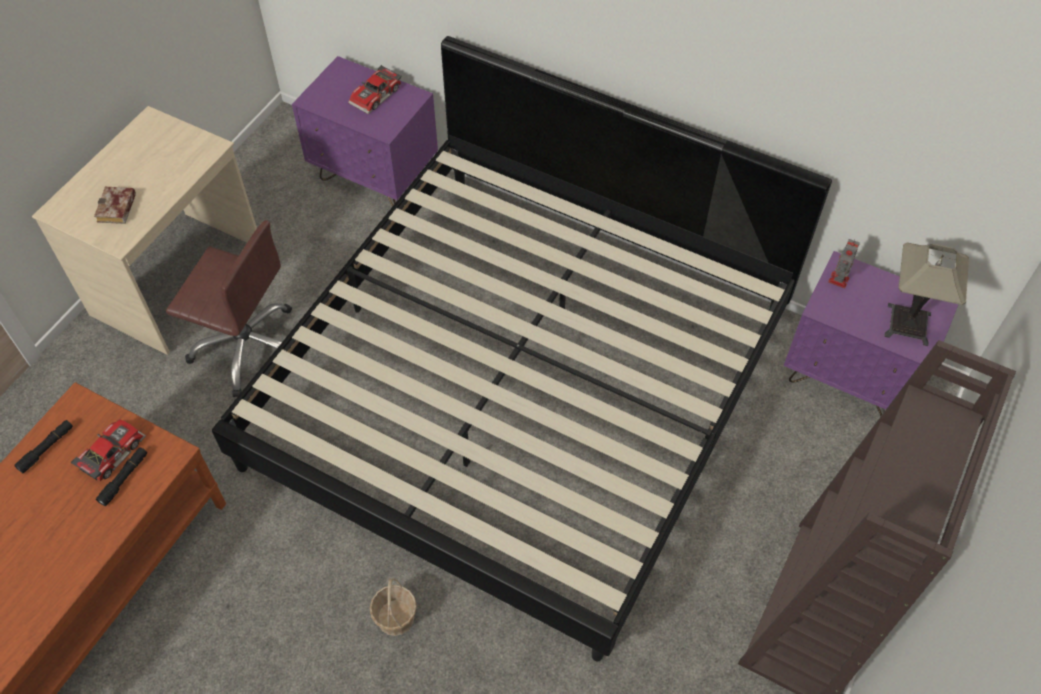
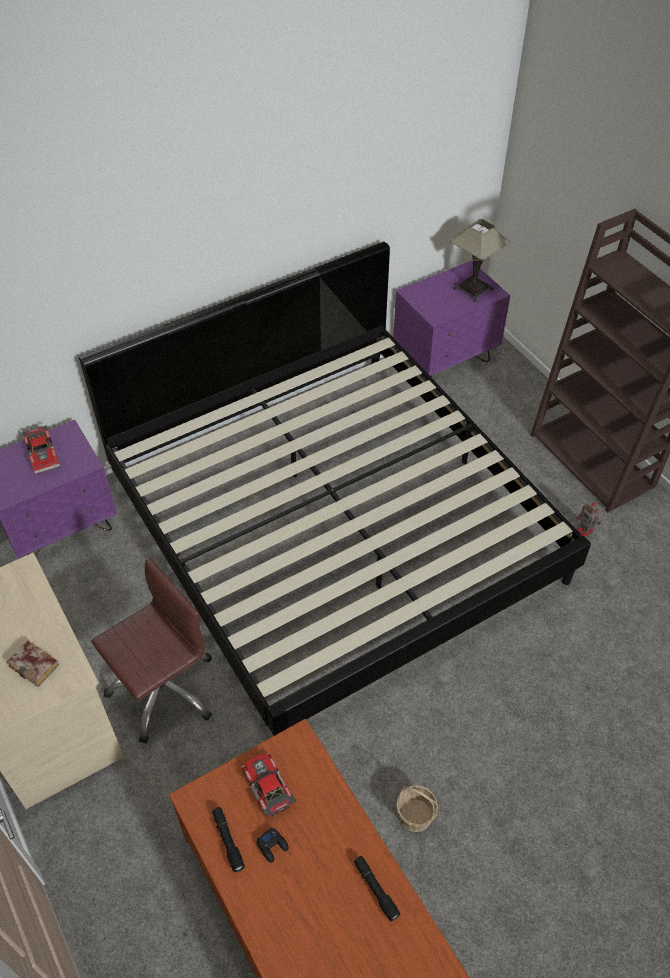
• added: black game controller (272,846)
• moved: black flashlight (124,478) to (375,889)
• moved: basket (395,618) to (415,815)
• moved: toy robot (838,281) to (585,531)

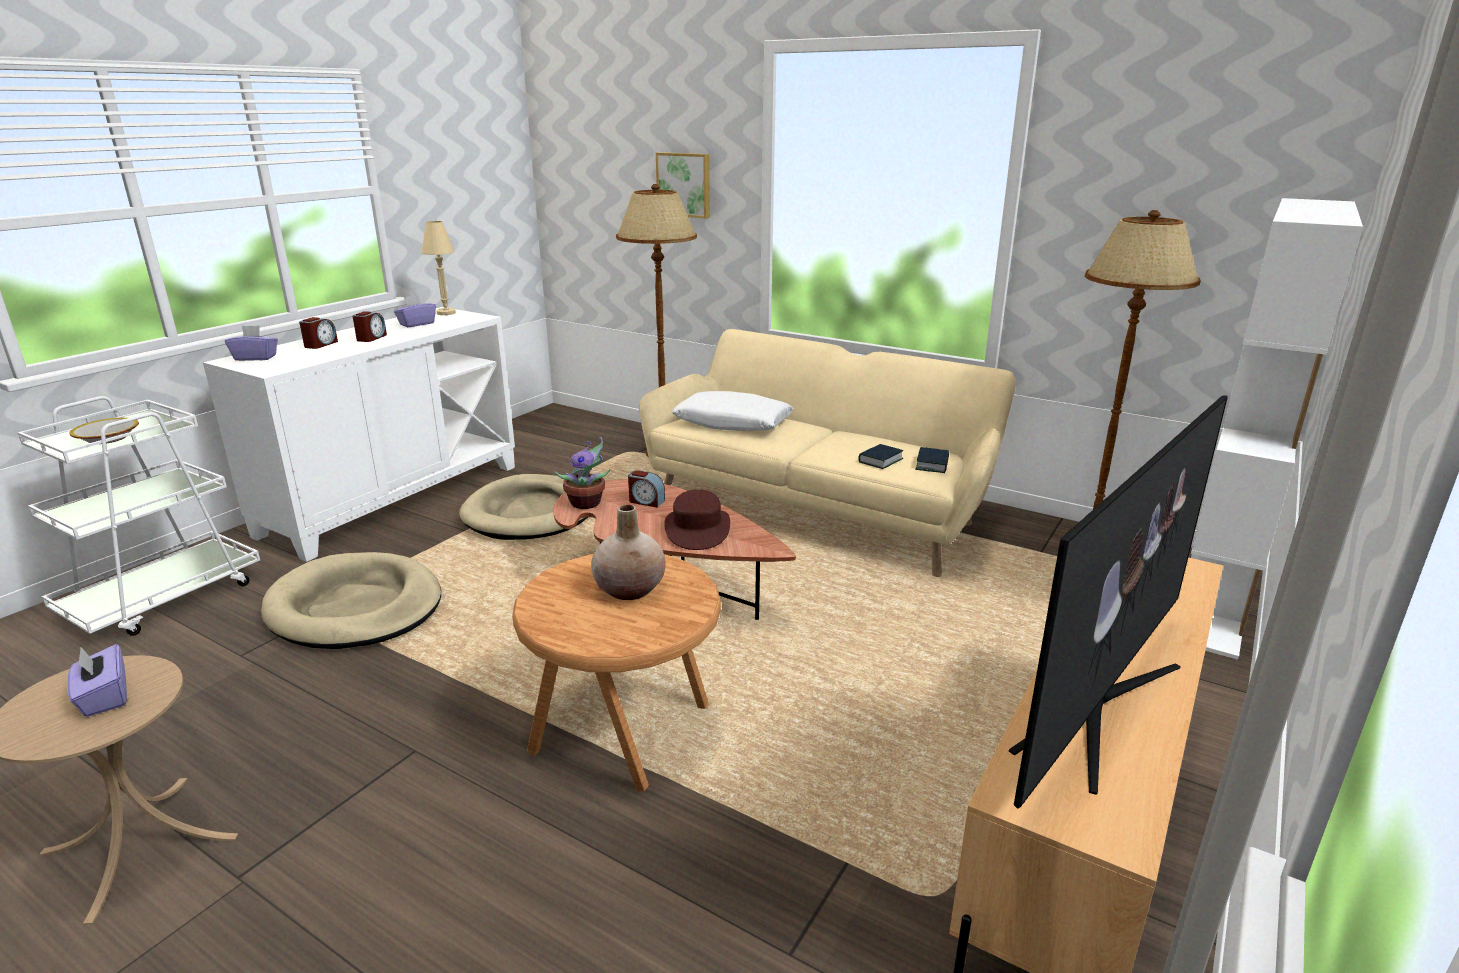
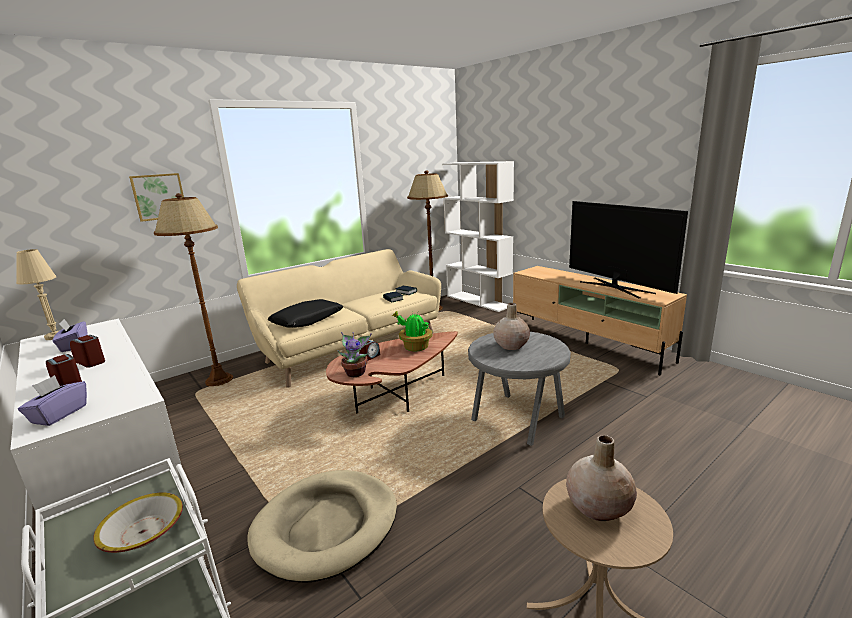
• recoloured: white pillow (732,423) to black pillow (307,320)
• replaced: brown hat (697,529) to potted plant (415,347)
• recoloured: brown side table (625,728) to grey side table (516,418)
• replaced: purple tissue box (104,698) to beige vase (599,507)
• removed: beige dog bed (532,513)

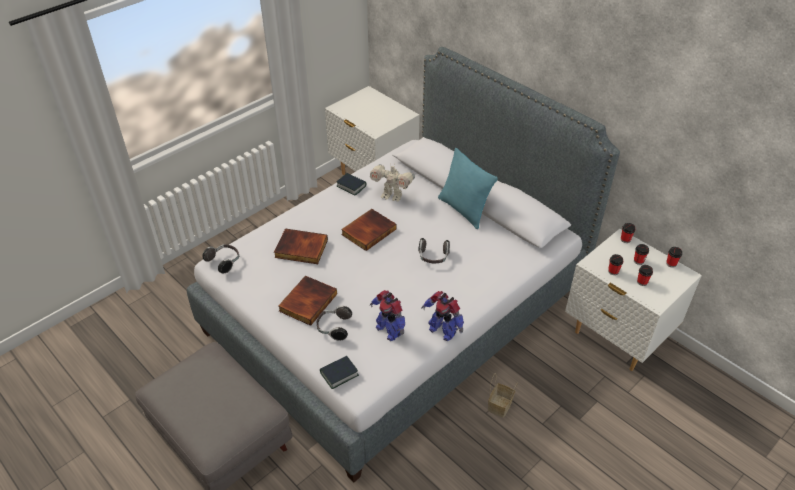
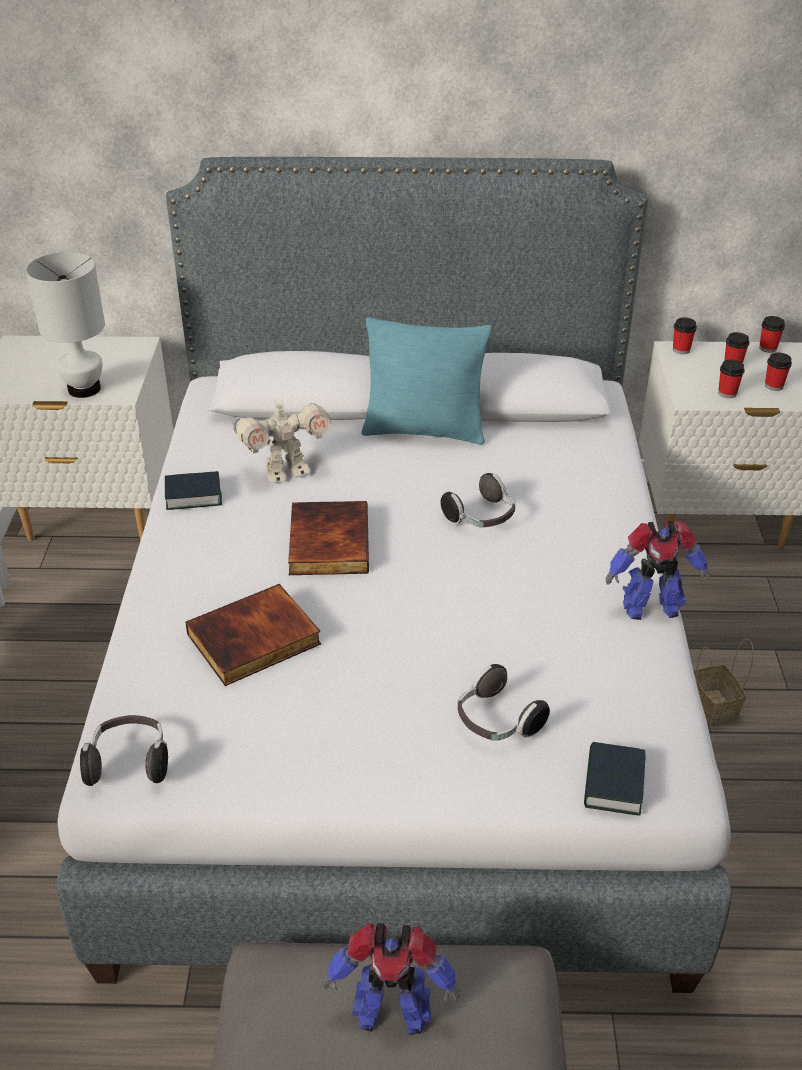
• added: white table lamp (83,389)
• moved: toy robot (389,330) to (391,1011)
• removed: book (307,302)

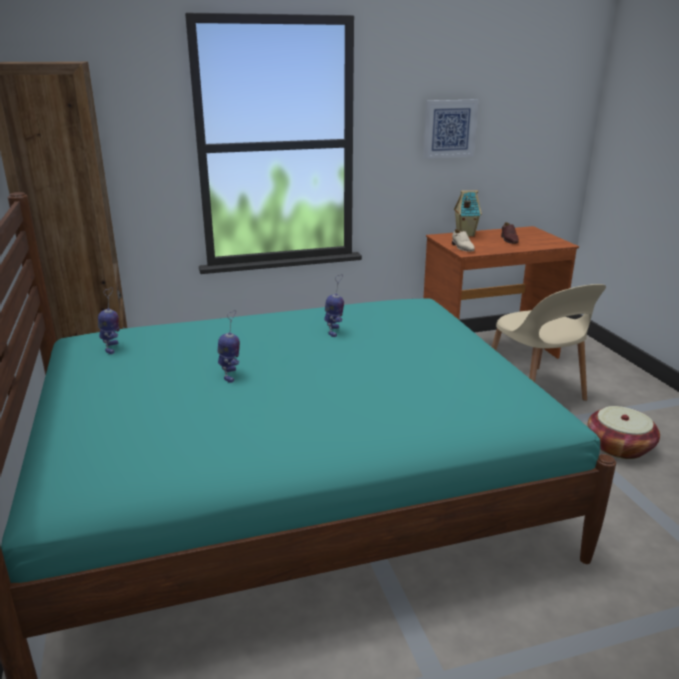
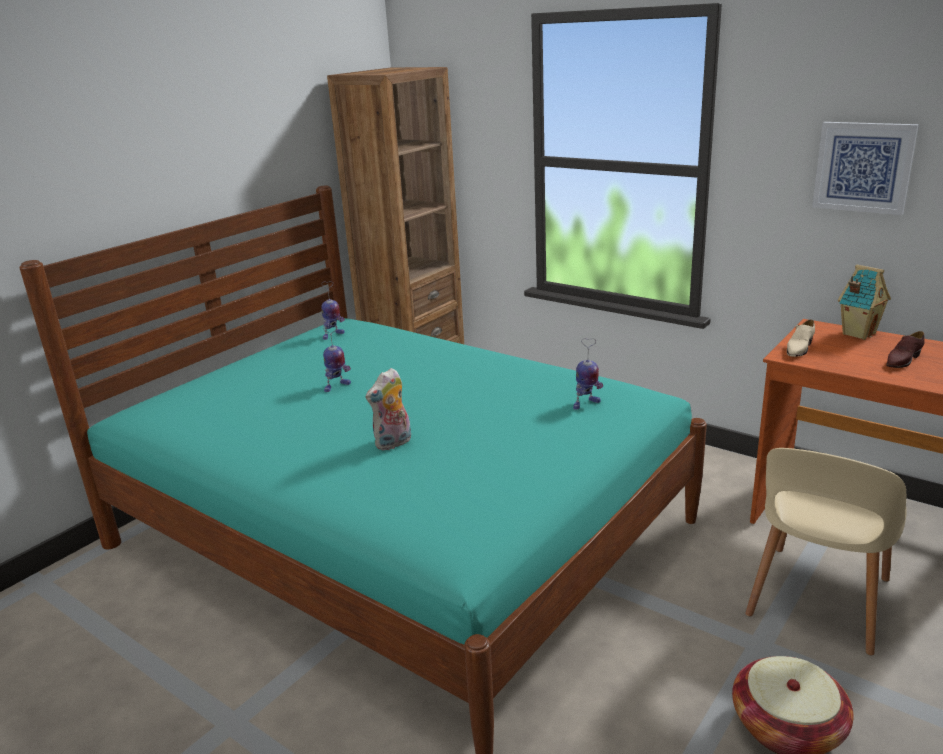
• added: plush toy (393,443)
• moved: toy robot (334,331) to (585,404)

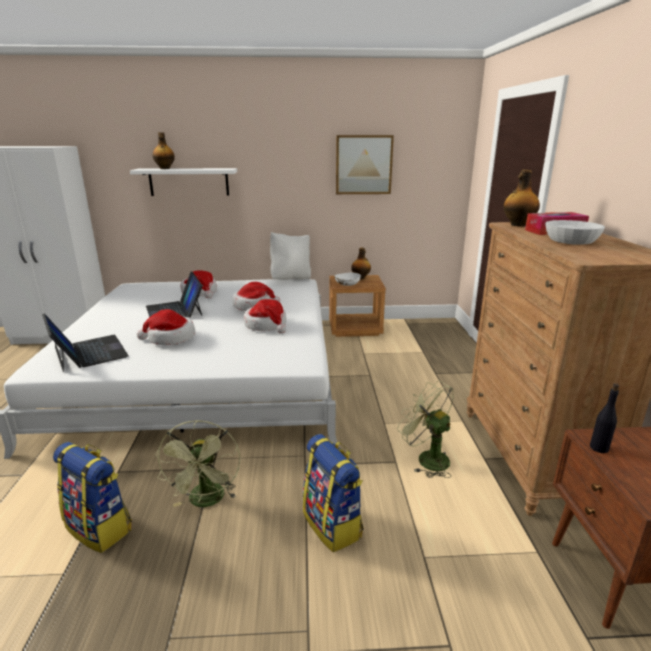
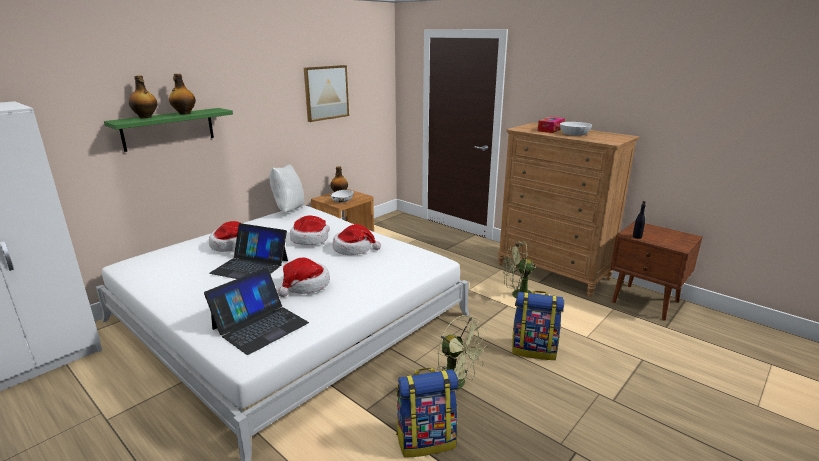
• recoloured: white shelf (189,182) to green shelf (168,129)
• moved: bottle (518,225) to (184,113)
• turned: laptop (89,352) = (260,325) 120 degrees clockwise

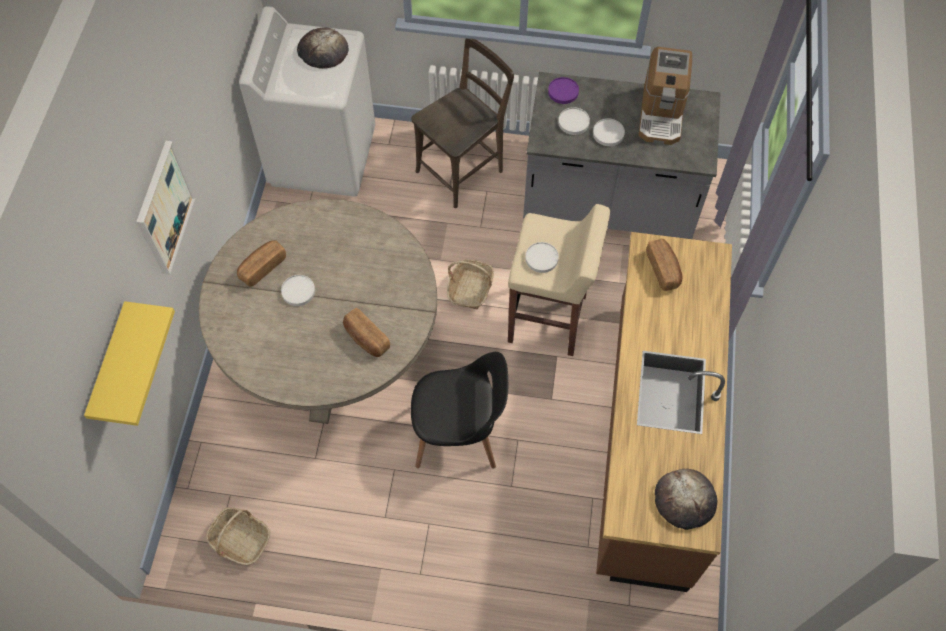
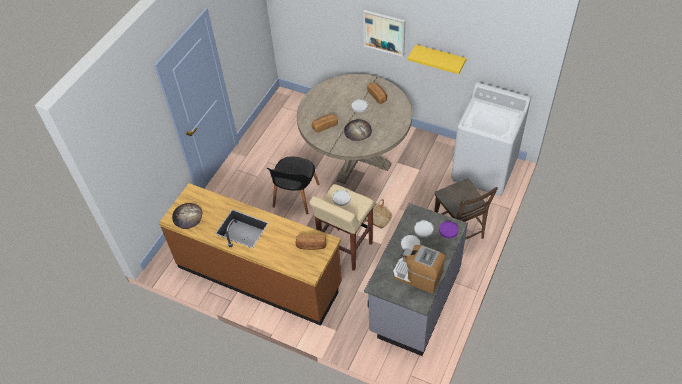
• moved: bread (323,51) to (357,131)
• moved: yellow shelf (112,367) to (440,59)
• removed: basket (240,539)

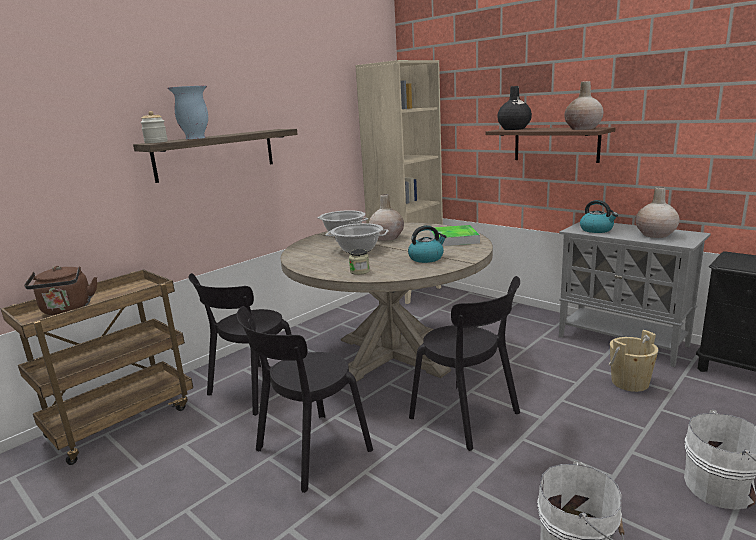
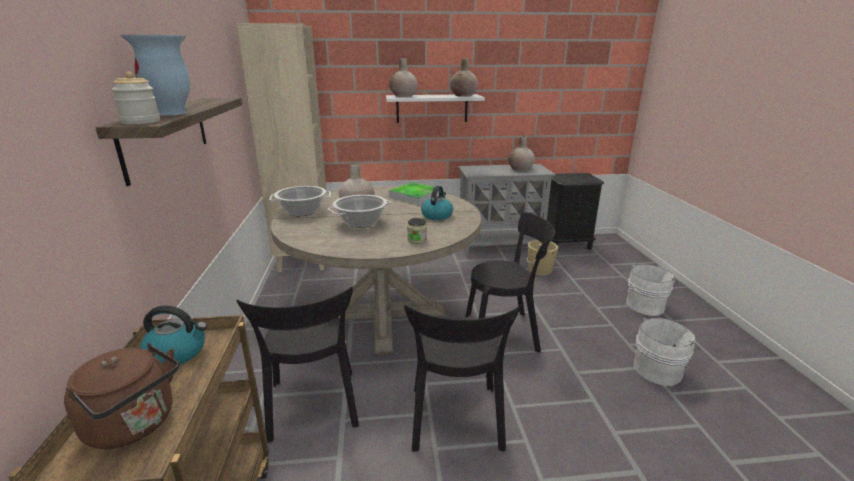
• moved: kettle (597,230) to (178,353)
• recoloured: brown shelf (556,144) to white shelf (432,108)
• recoloured: black vase (514,129) to beige vase (403,96)

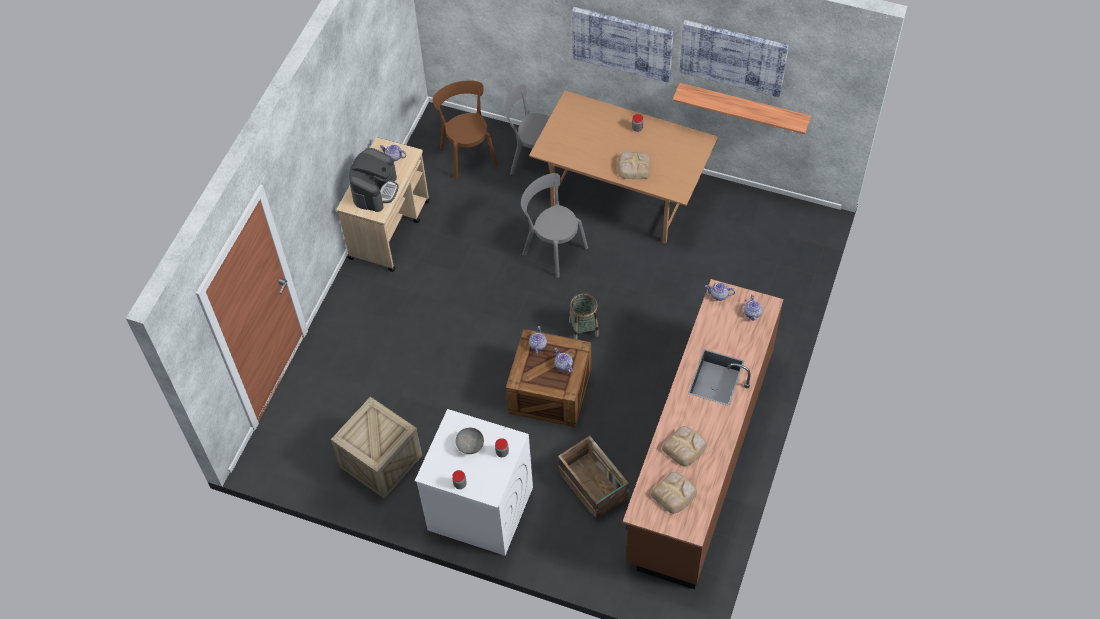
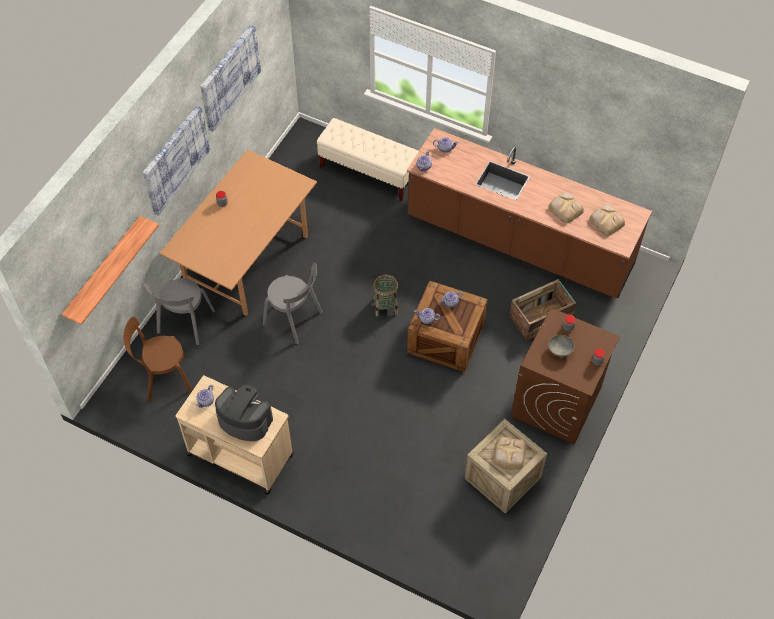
• moved: shelf (743,107) to (104,271)
• turned: grey chair (552,249) = (295,319) 105 degrees counterclockwise
• added: beige bench (368,173)
• moved: bread (633,167) to (508,454)
• recoloured: white washing machine (479,509) to brown washing machine (556,402)

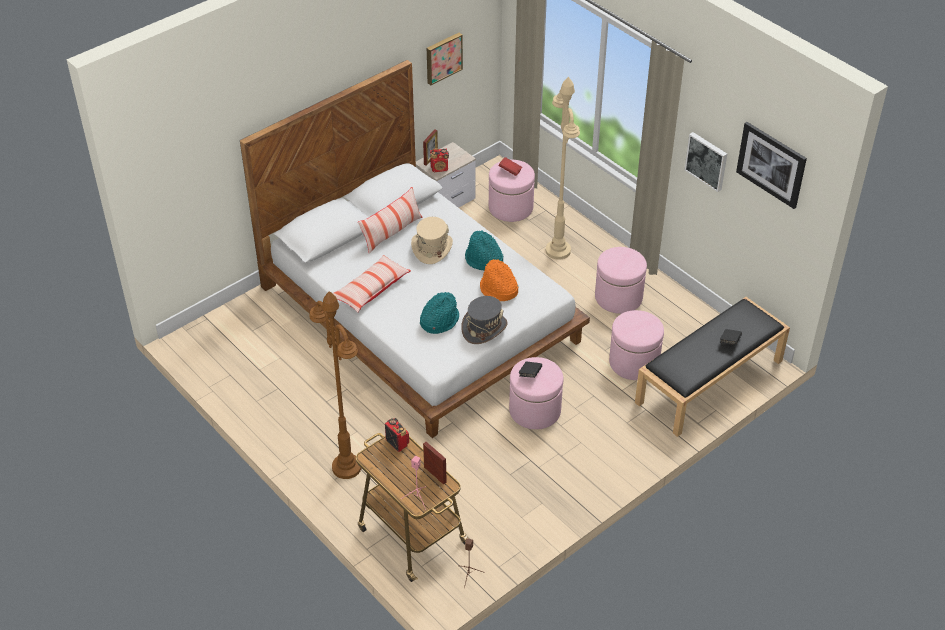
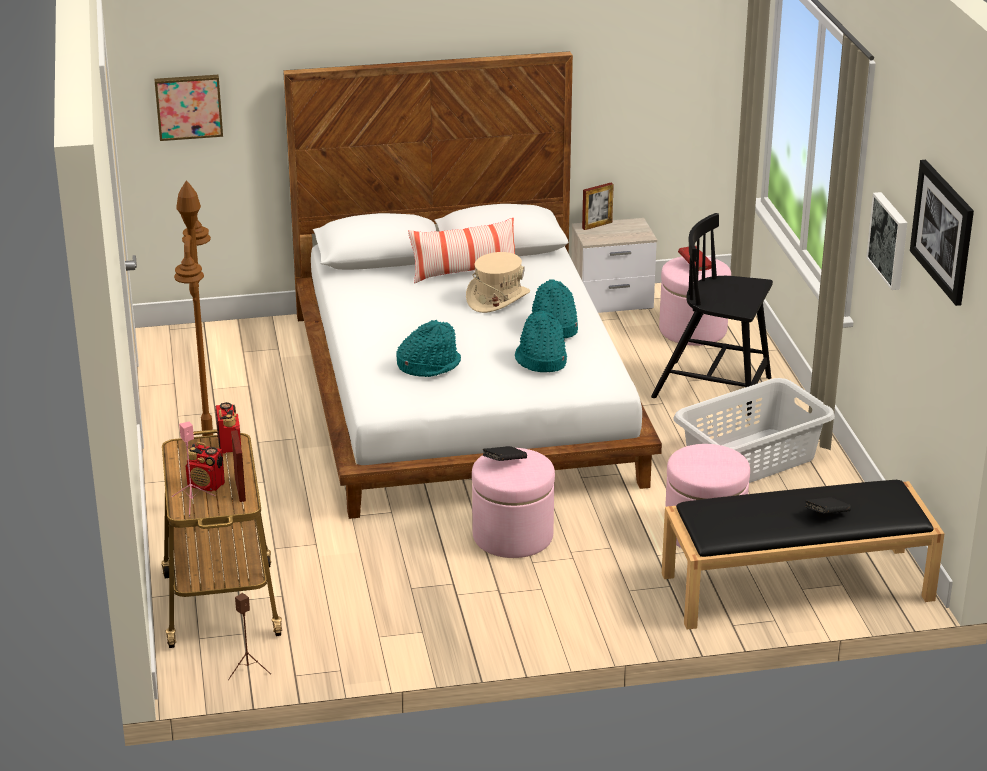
• moved: picture (443,57) to (188,106)
• moved: radio (439,168) to (206,485)
• recoloured: orange hat (498,290) to turquoise hat (541,360)
• replaced: beige floor lamp (557,250) to black chair (714,388)
• replaced: pink ottoman (618,297) to grey laundry basket (752,459)
• removed: pillow (371,289)
• removed: grey hat (484,328)

